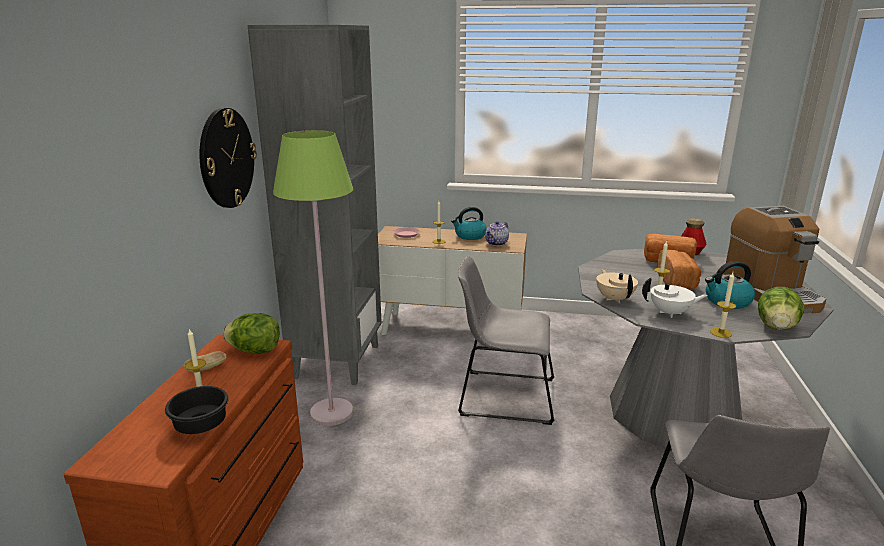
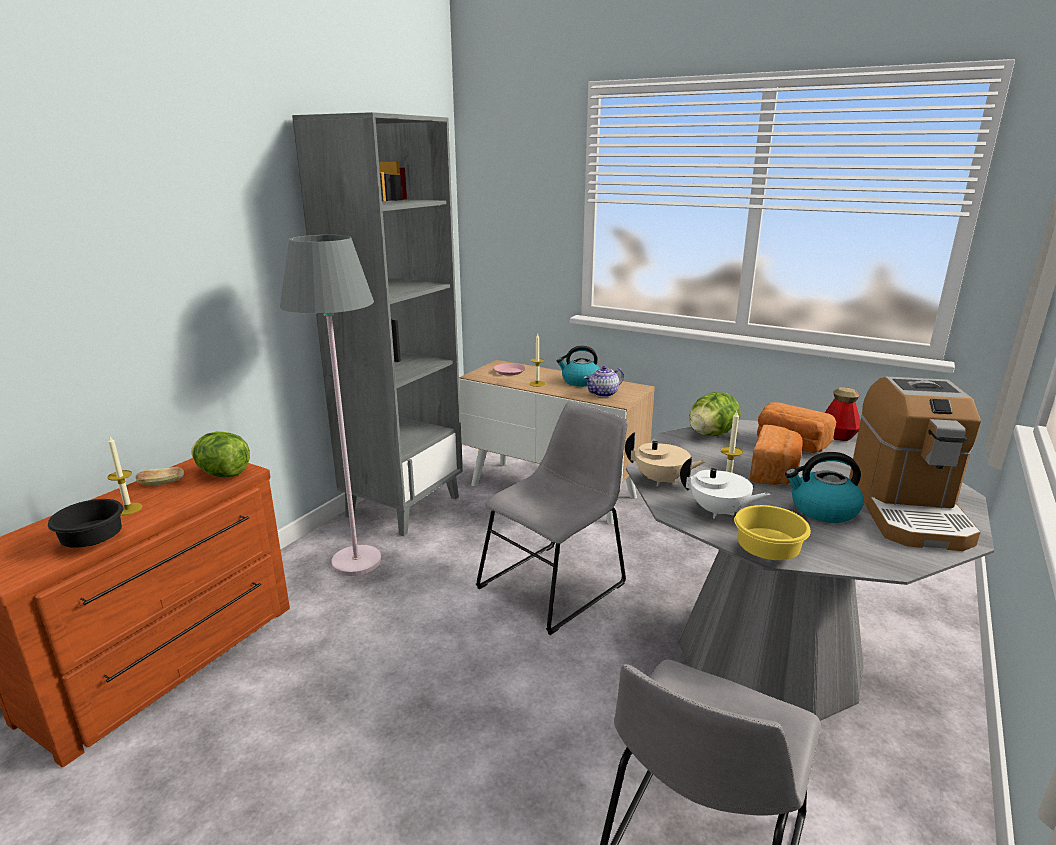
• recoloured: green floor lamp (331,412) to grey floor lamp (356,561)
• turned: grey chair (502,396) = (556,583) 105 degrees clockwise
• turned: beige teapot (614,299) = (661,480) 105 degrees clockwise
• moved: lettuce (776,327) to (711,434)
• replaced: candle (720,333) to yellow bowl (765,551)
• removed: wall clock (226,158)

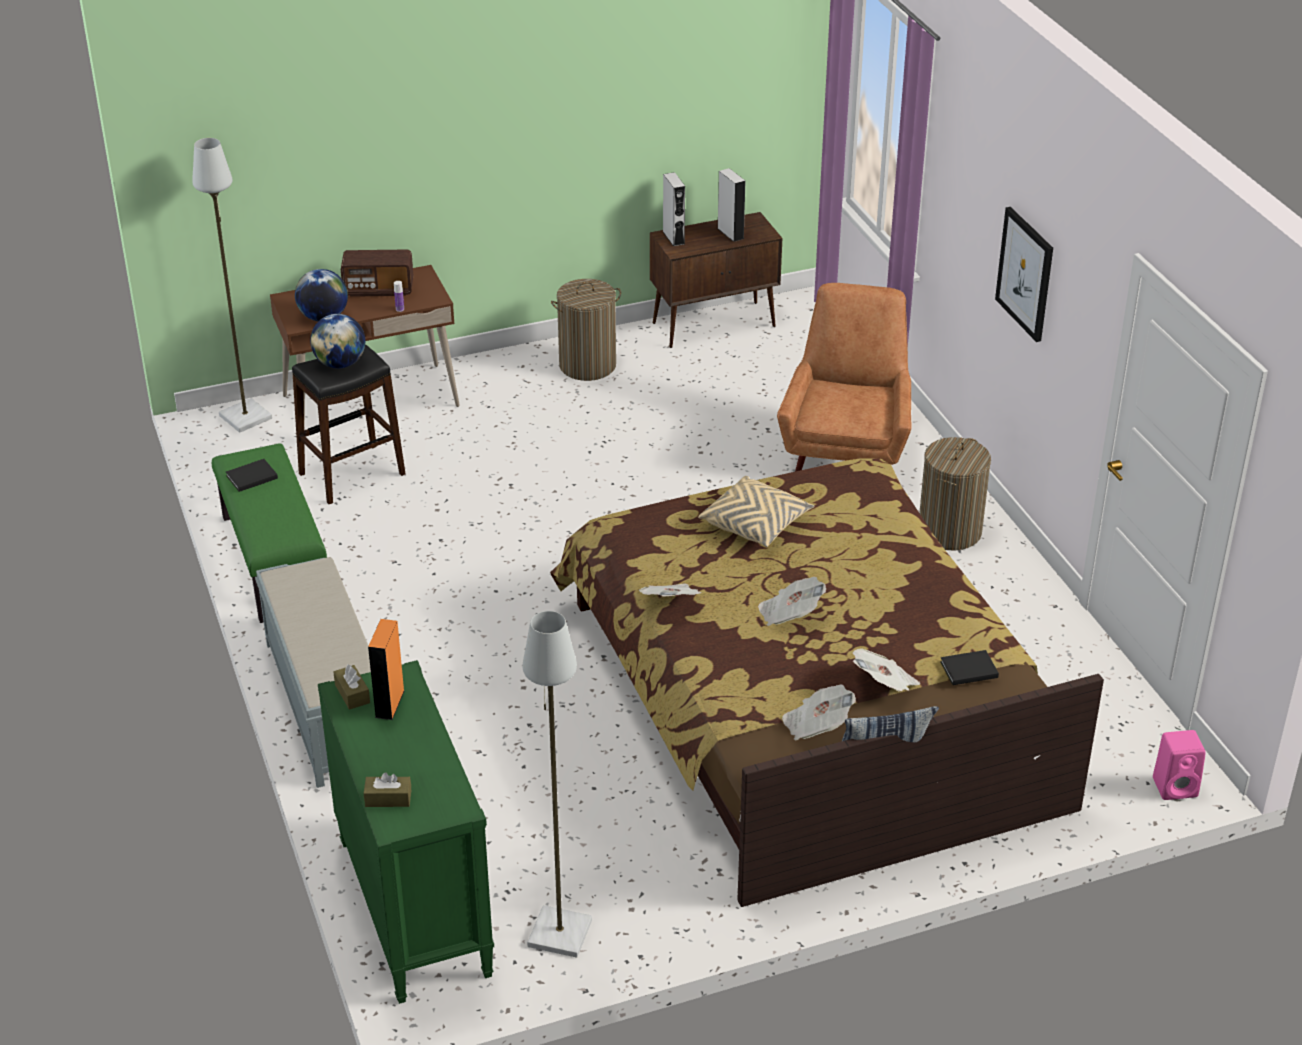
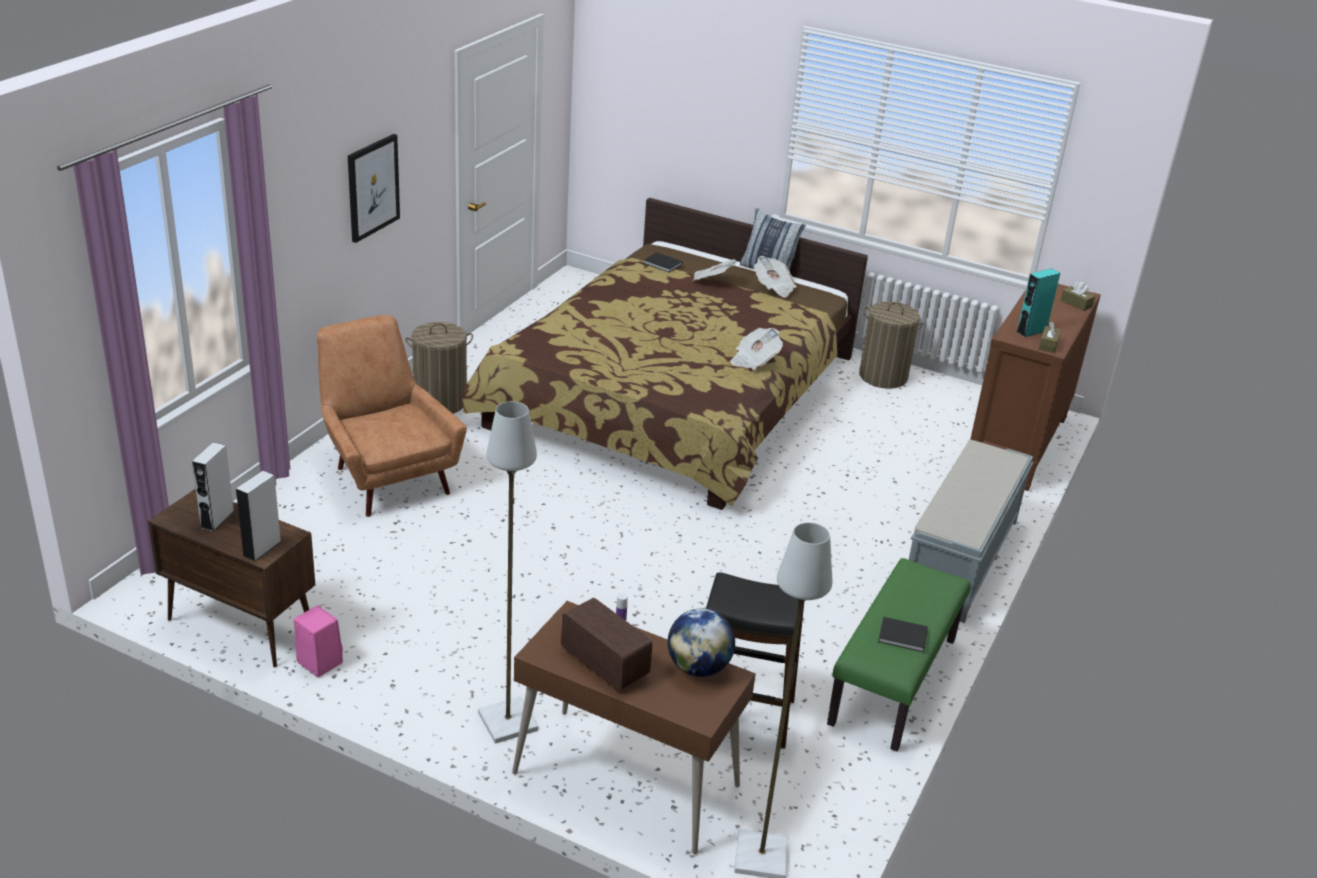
• moved: pink speaker (1176,787) to (318,662)
• turned: brown armchair (846,451) = (386,475) 90 degrees clockwise
• moved: grey floor lamp (558,934) to (509,722)
• moved: laundry basket (587,365) to (883,376)
• recoloured: green dresser (413,907) to brown dresser (1016,446)
• recoloured: orange speaker (390,703) to turquoise speaker (1031,331)
• removed: globe (340,363)
• removed: beige pillow (756,524)
• removed: newspaper (790,614)

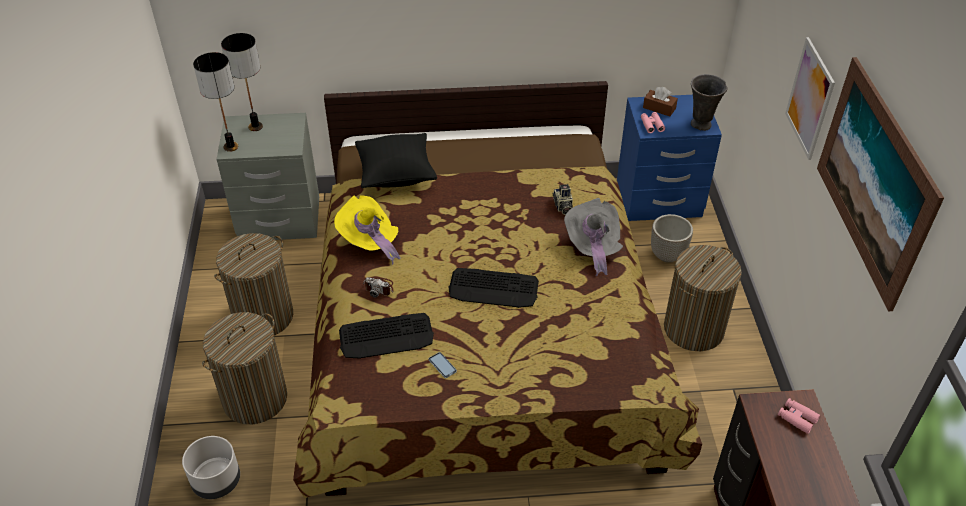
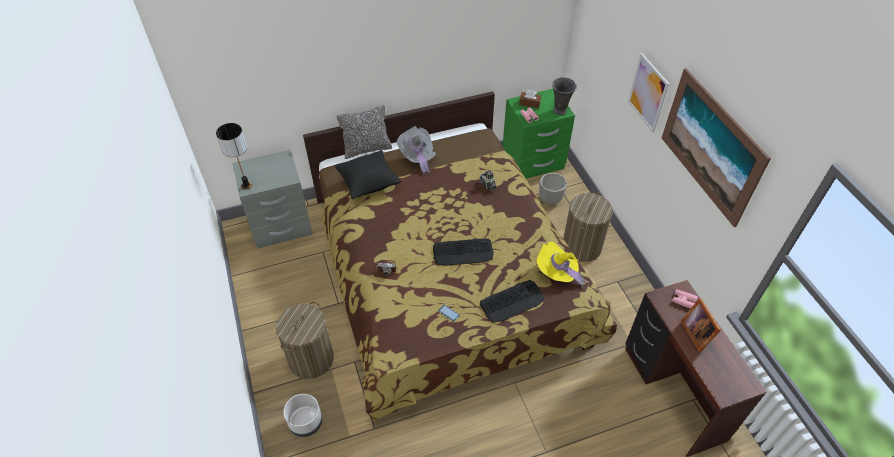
• added: pillow (367,149)
• moved: grey hat (593,247) to (417,157)
• moved: keyboard (386,336) to (512,301)
• recoloured: blue nightstand (659,200) to green nightstand (533,162)
• moved: yellow hat (370,242) to (557,274)
• added: picture frame (697,332)
• removed: laundry basket (263,316)
• removed: table lamp (256,127)

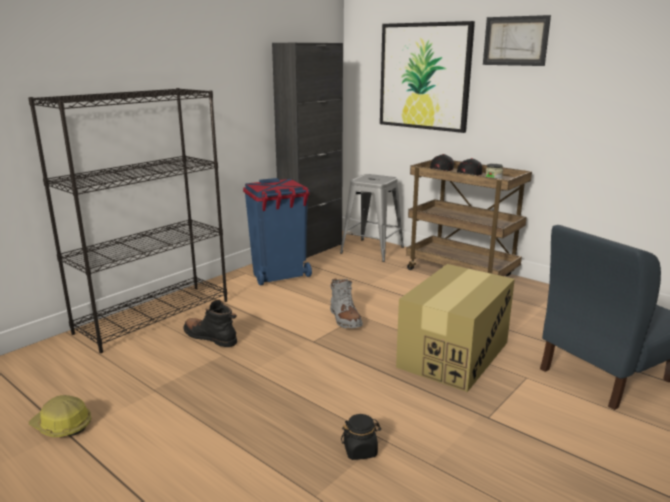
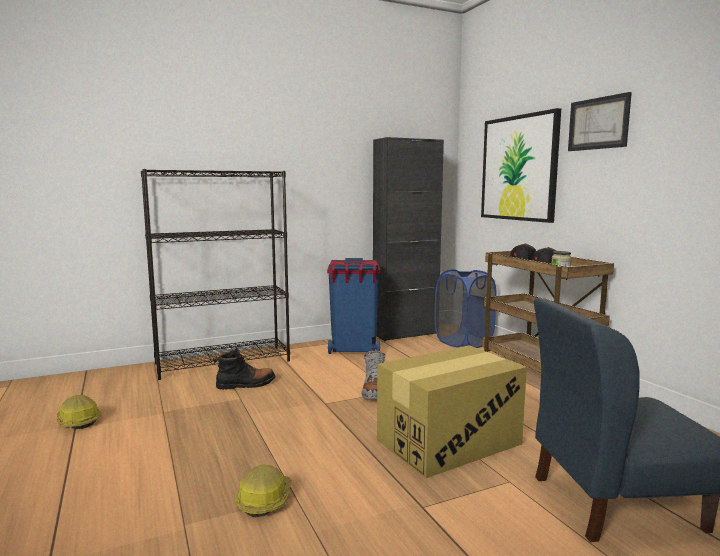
• turned: black boot (211,338) = (246,384) 105 degrees clockwise
• replaced: black jar (360,450) to hard hat (264,500)
• replaced: grey stool (372,250) to blue laundry basket (463,342)

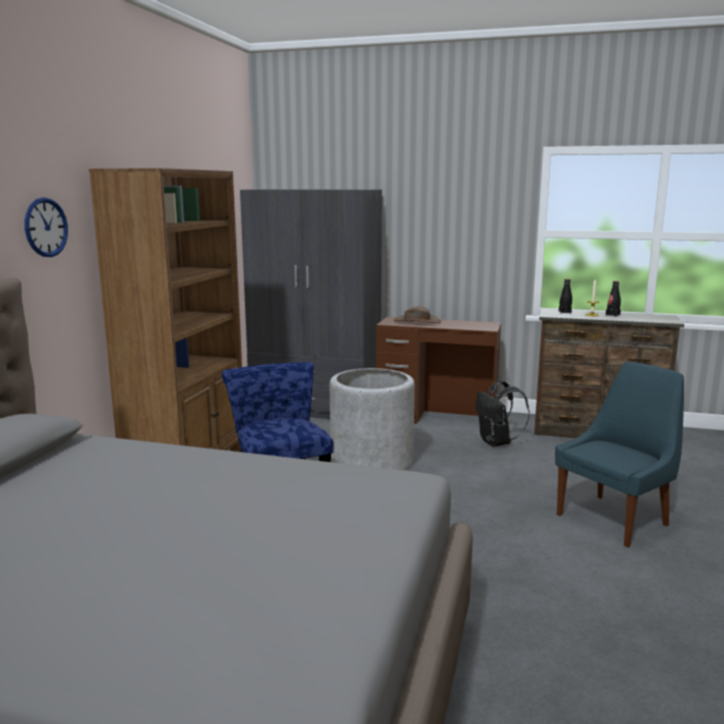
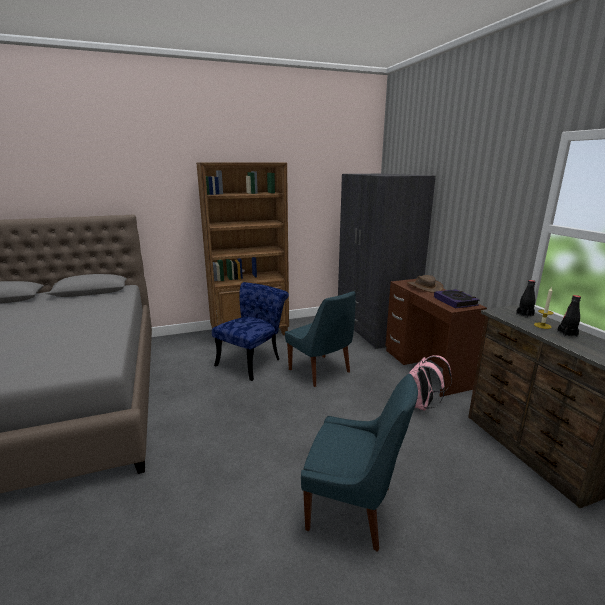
• replaced: grey planter (371,462) to blue chair (321,372)
• recoloured: black backpack (497,442) to pink backpack (422,405)
• added: book (455,301)
• removed: wall clock (46,227)

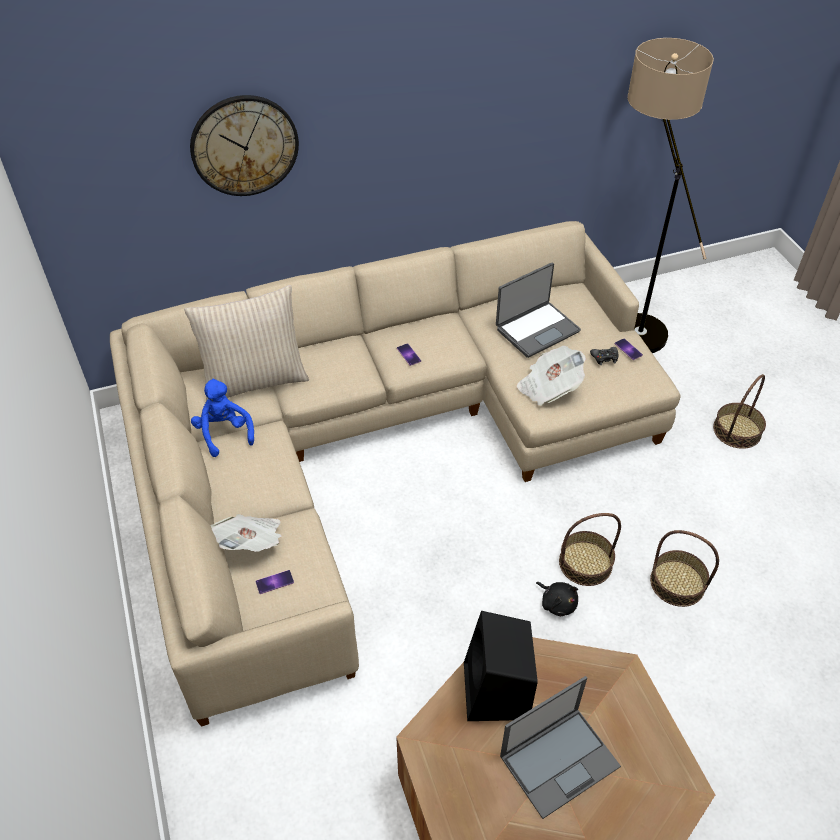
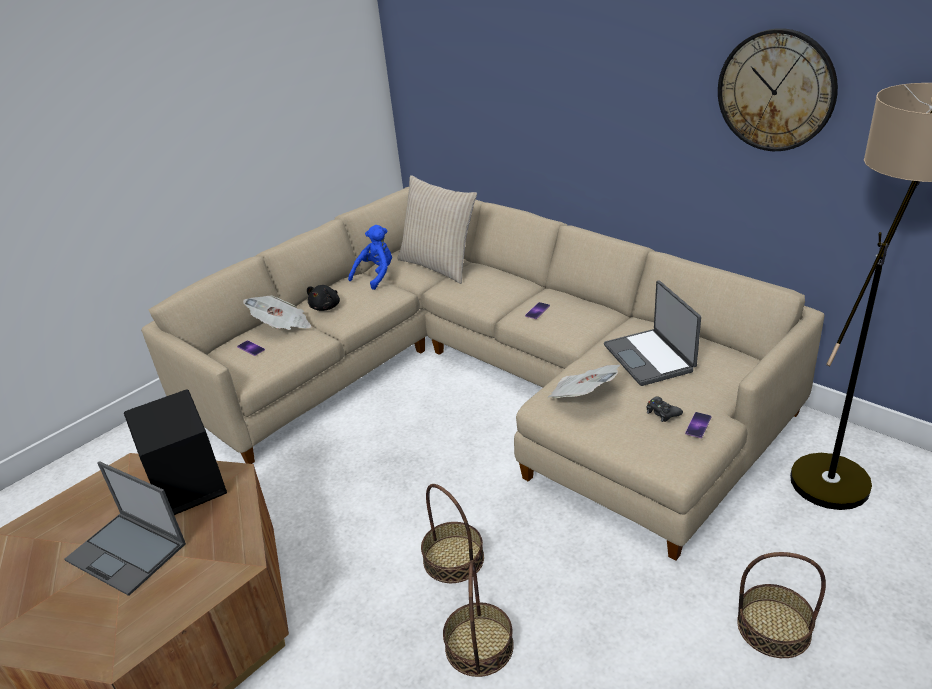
• moved: black plush toy (557,603) to (326,307)
• turned: laptop (536,329) = (650,358) 45 degrees clockwise
• moved: wall clock (244,145) to (776,91)

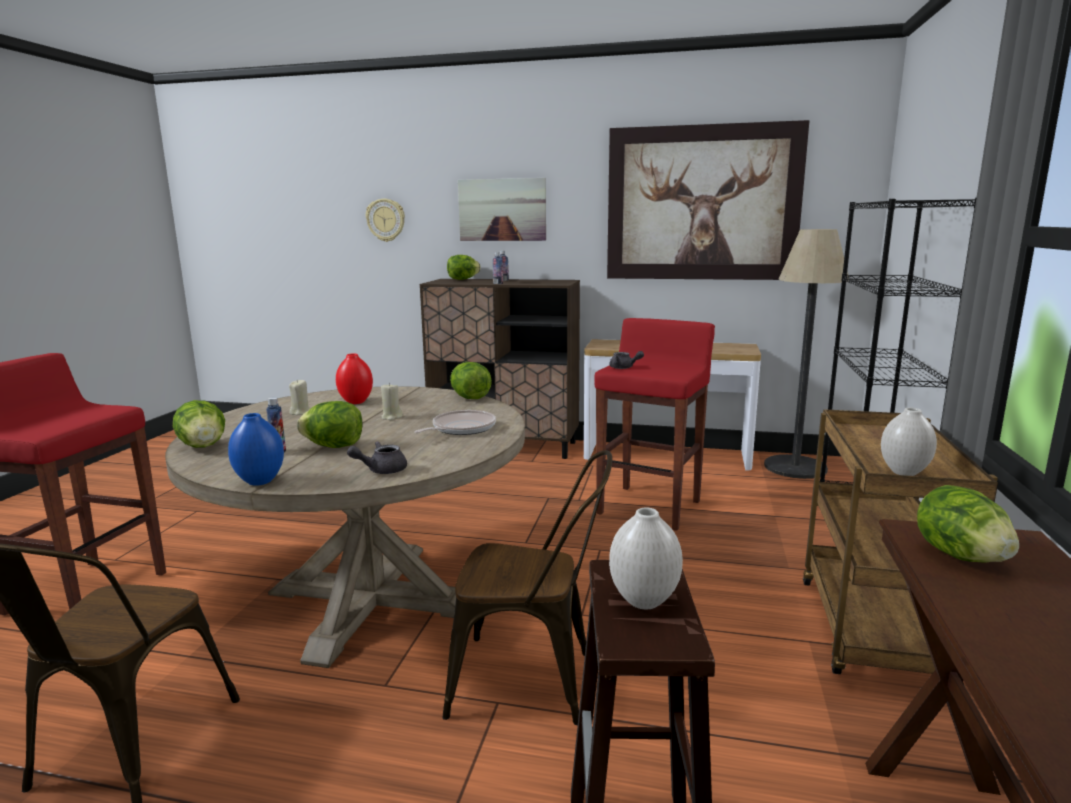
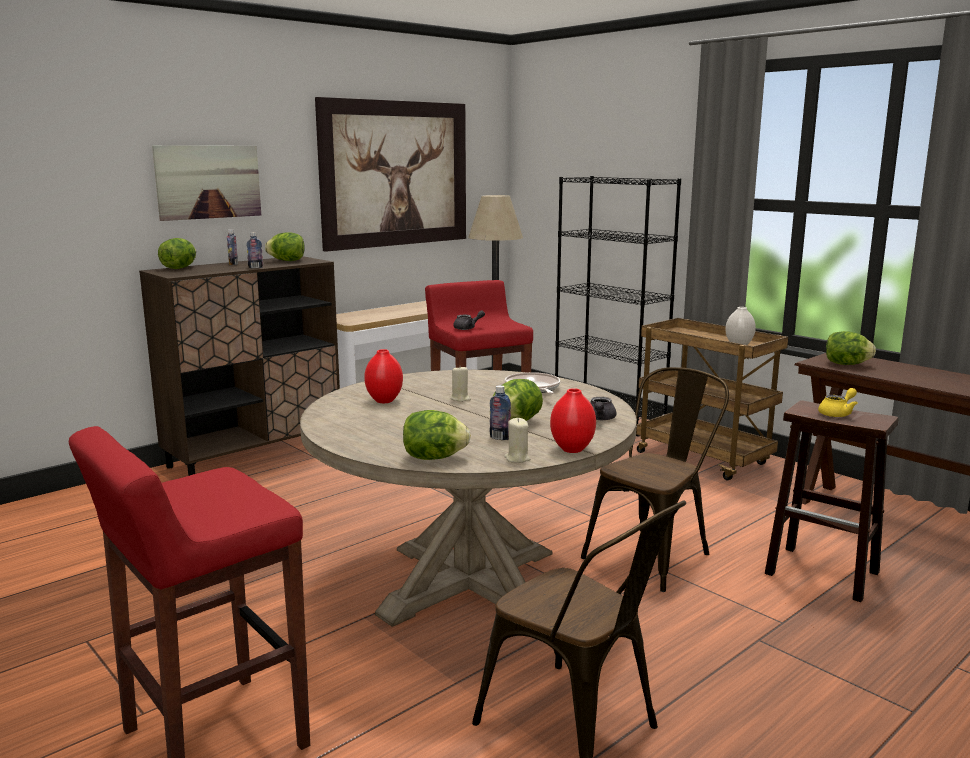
• moved: lettuce (470,398) to (287,261)
• moved: beige candle (300,412) to (517,459)
• recoloured: blue vase (260,481) to red vase (571,449)
• replaced: white vase (644,600) to yellow teapot (837,414)
• removed: wall clock (386,220)

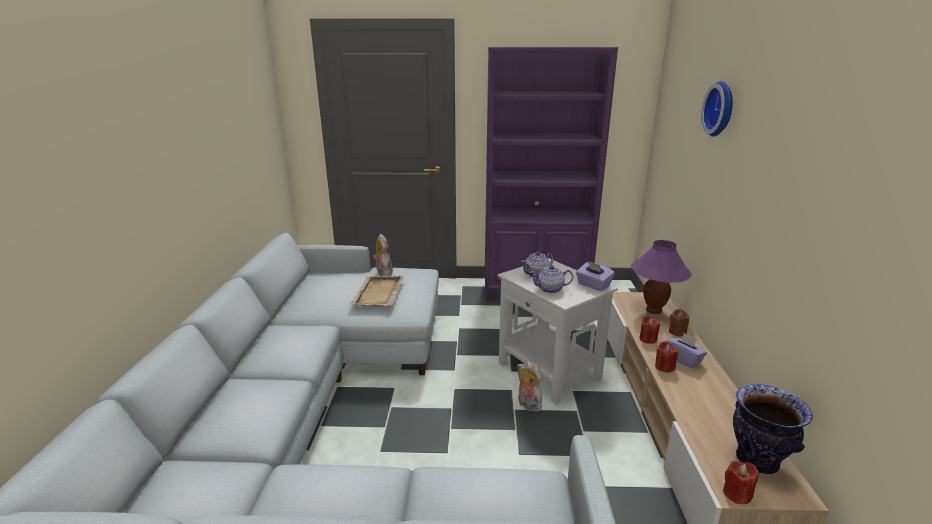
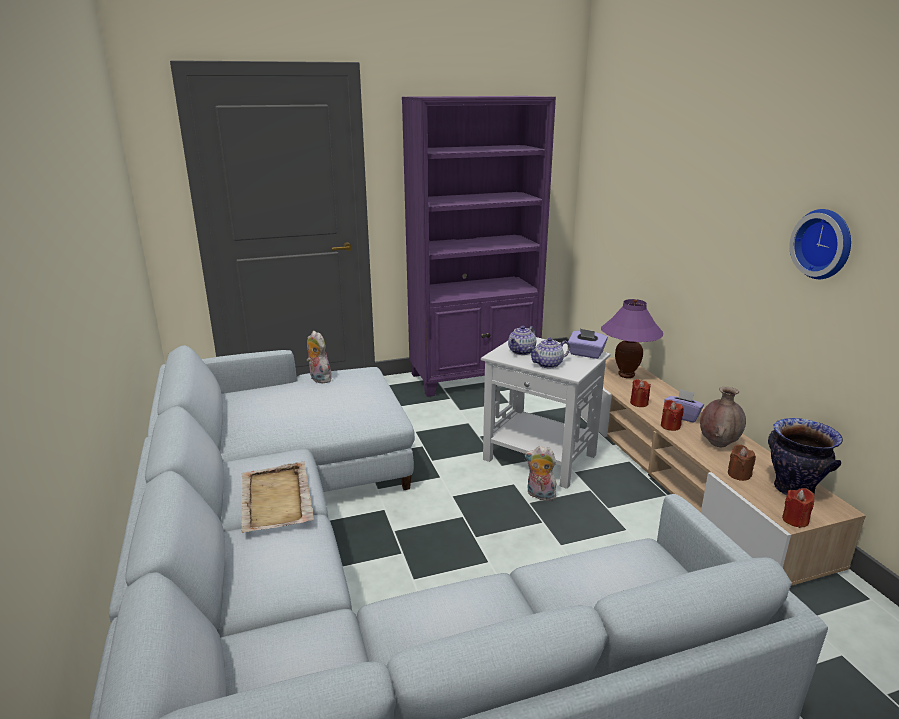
• moved: beige tray (378,293) to (276,500)
• added: brown vase (718,443)
• moved: brown candle (677,332) to (738,474)
• moved: wall clock (721,109) to (824,244)

